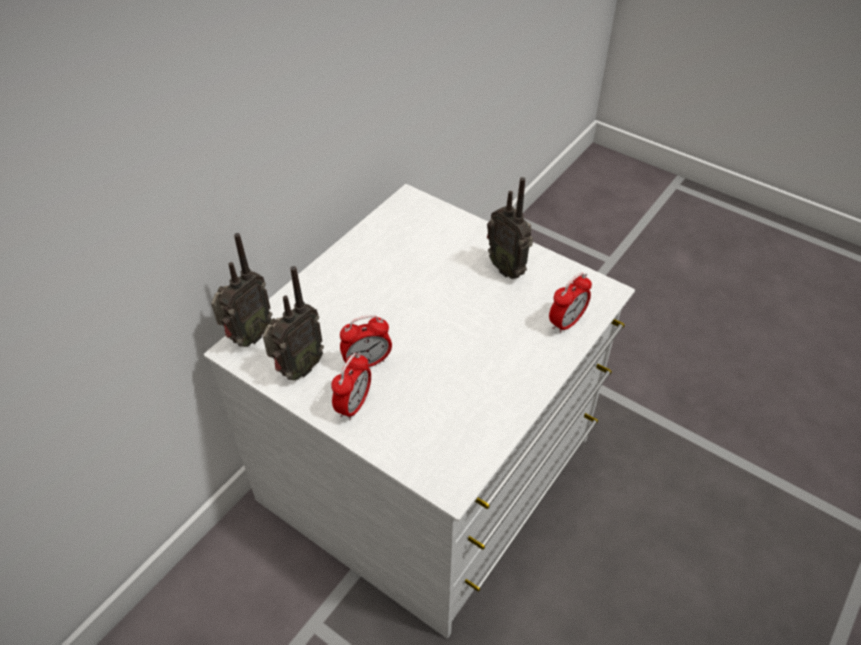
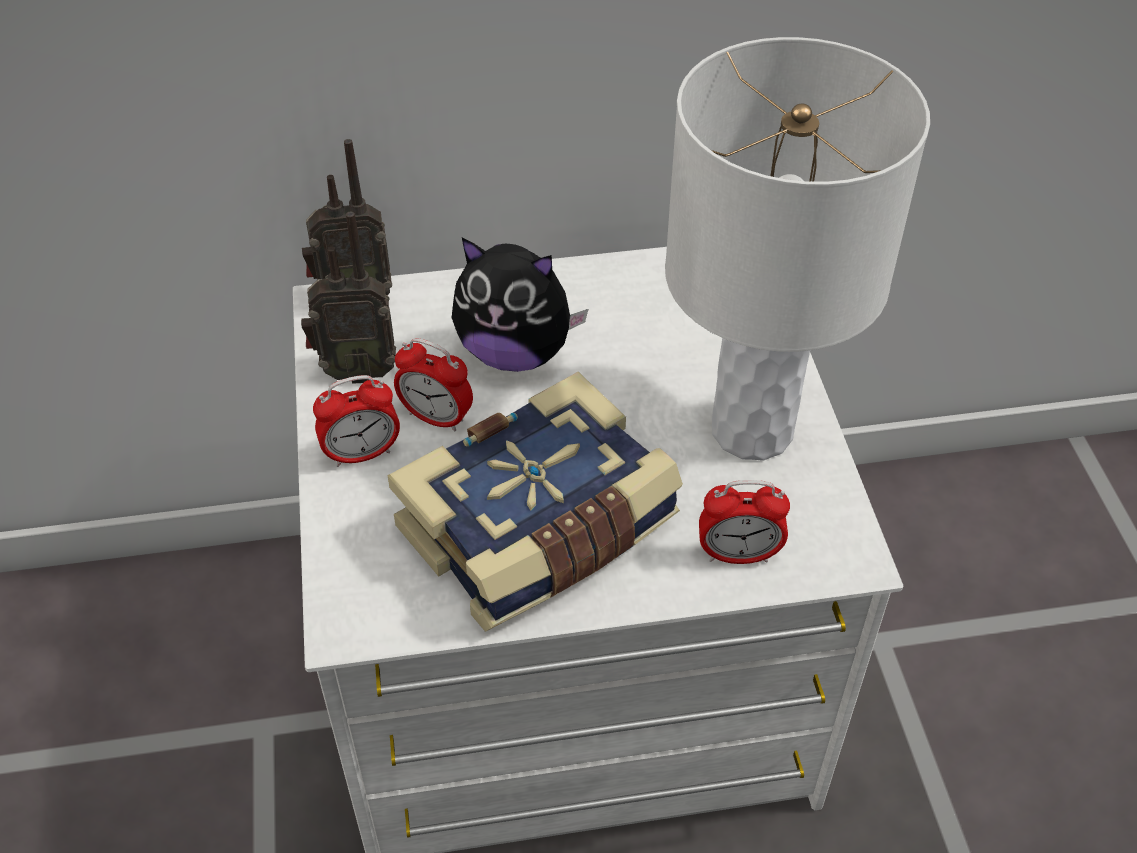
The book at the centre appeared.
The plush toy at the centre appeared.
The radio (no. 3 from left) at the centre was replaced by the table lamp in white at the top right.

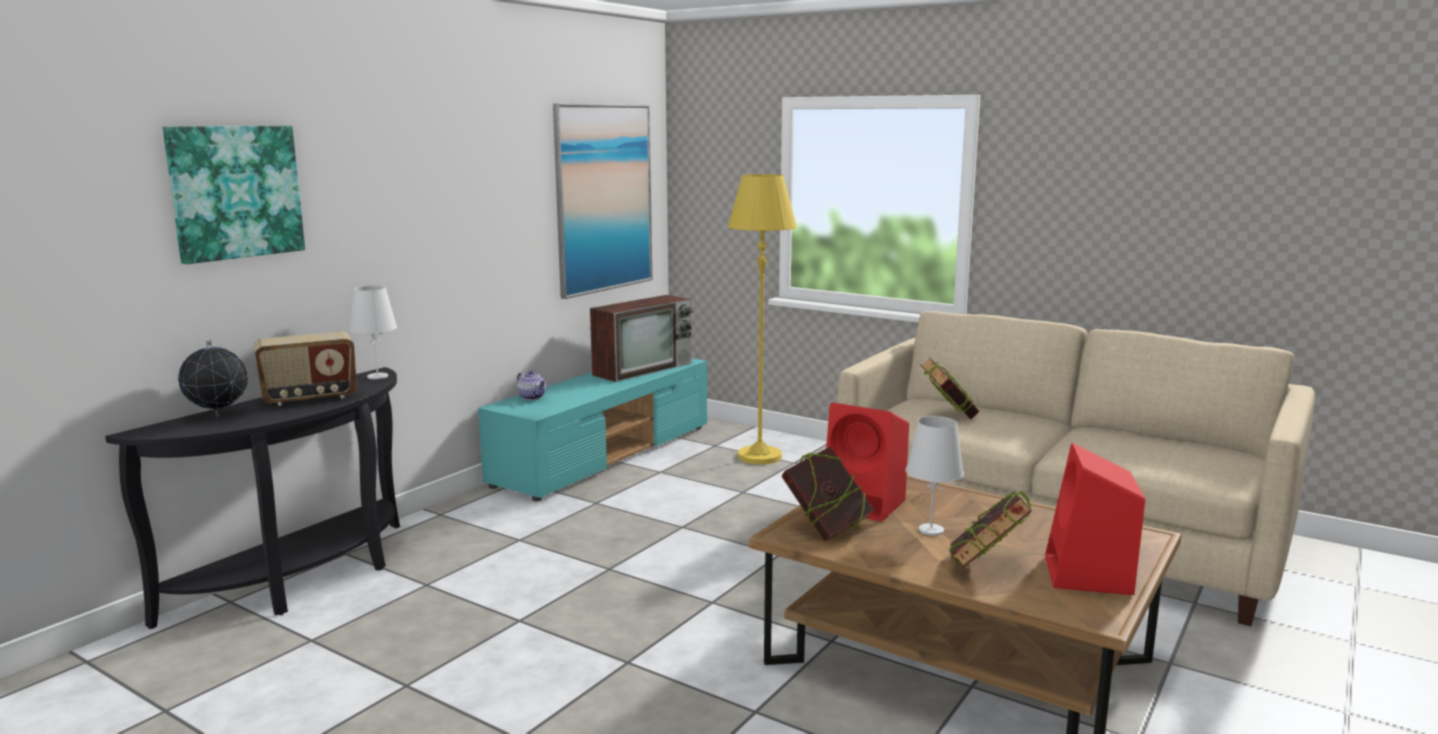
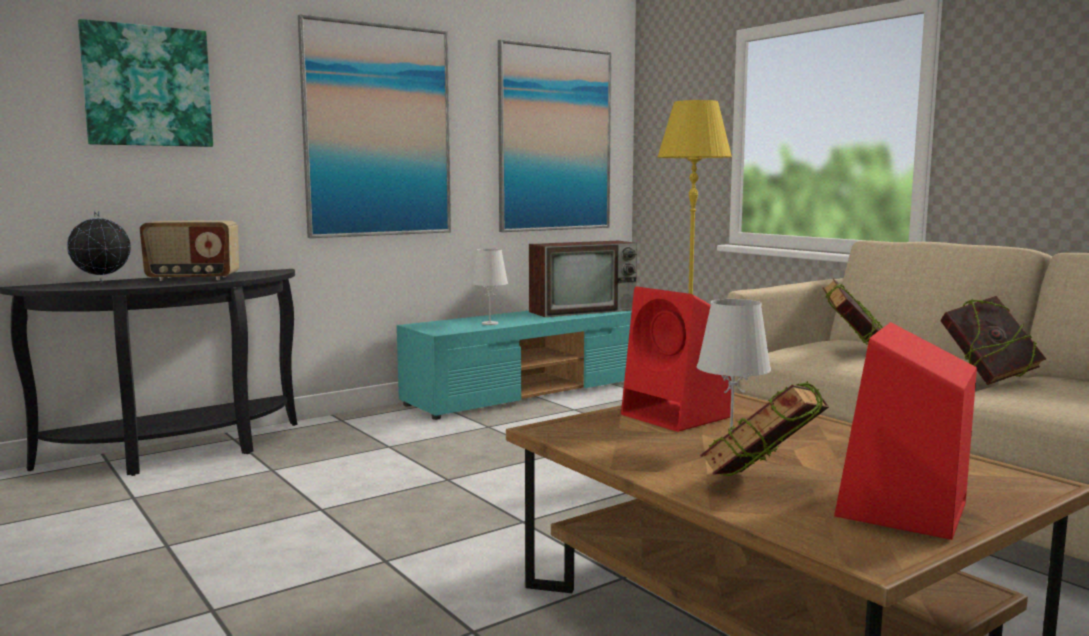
The teapot at the centre disappeared.
The picture (no. 2 from left) at the top centre appeared.
The table lamp in white (no. 1 from left) moved from the middle left to the centre.
The book (no. 1 from left in the first image) moved from the bottom centre to the middle right.

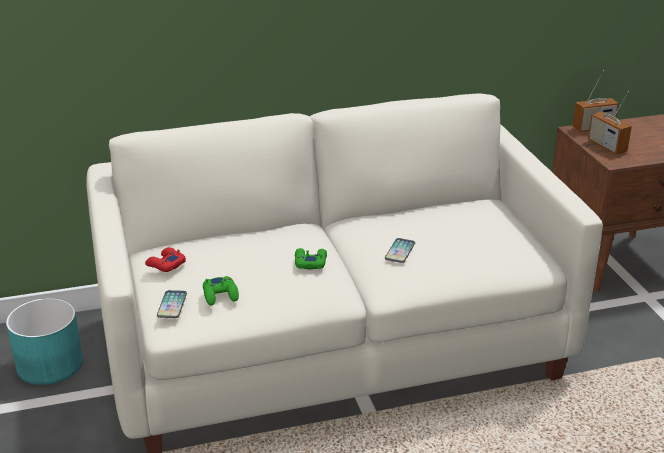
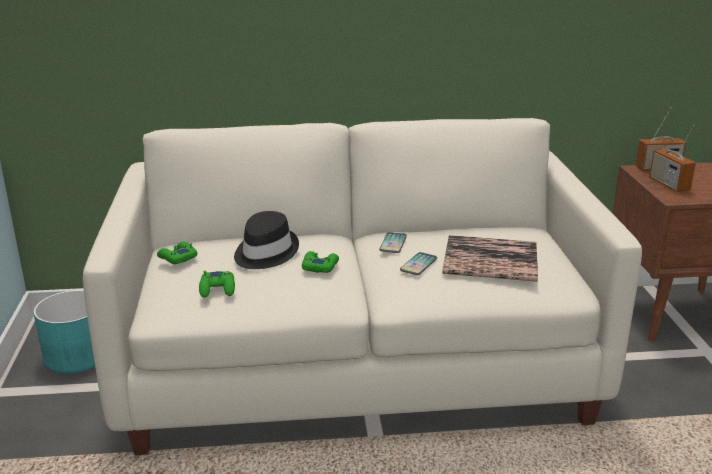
The hat in black at the centre appeared.
The book at the middle right appeared.
The phone (no. 1 from left) moved from the bottom left to the centre.
The game controller in red at the middle left became the game controller in green (no. 1 from left) at the middle left.

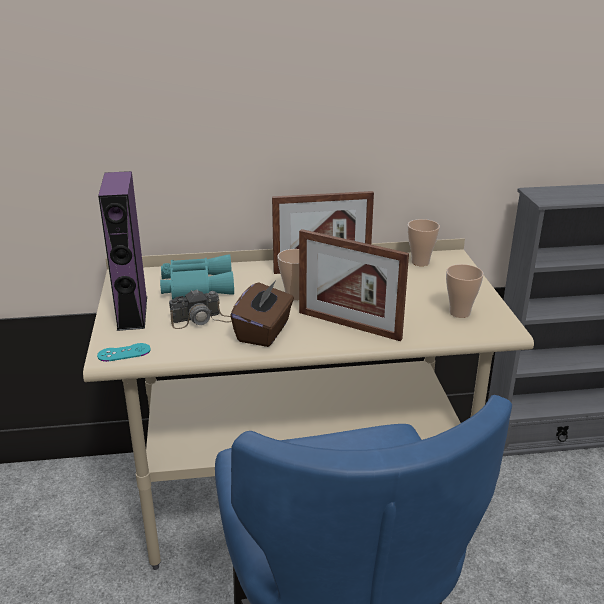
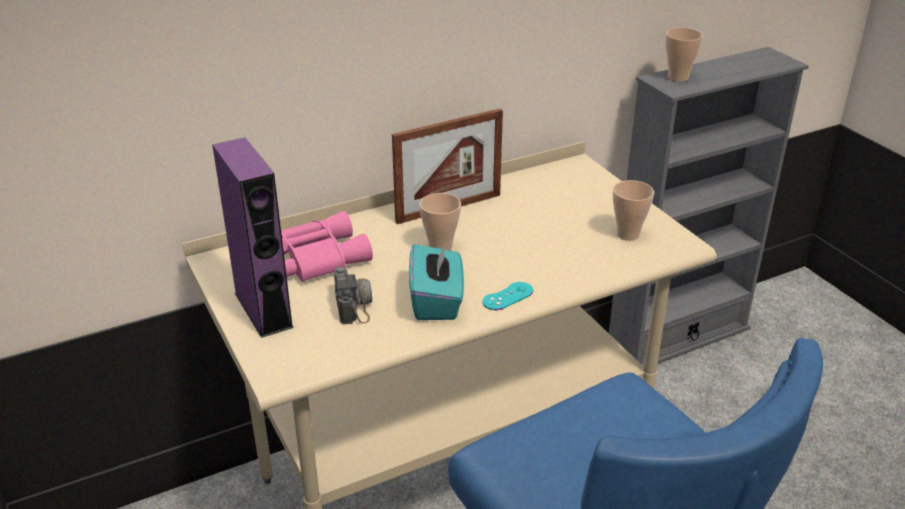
The picture frame (no. 2 from left) at the centre disappeared.
The game controller in turquoise moved from the middle left to the centre.
The cup (no. 2 from left in the first image) moved from the middle right to the top right.
The binoculars in turquoise at the middle left became the binoculars in pink at the centre.
The tissue box in brown at the centre became the tissue box in turquoise at the centre.
The photo camera at the middle left turned 60 degrees counterclockwise.

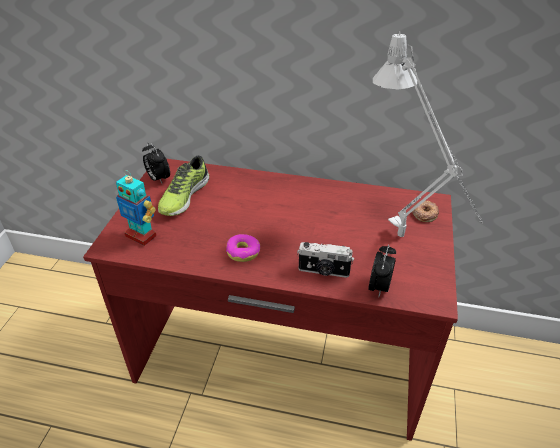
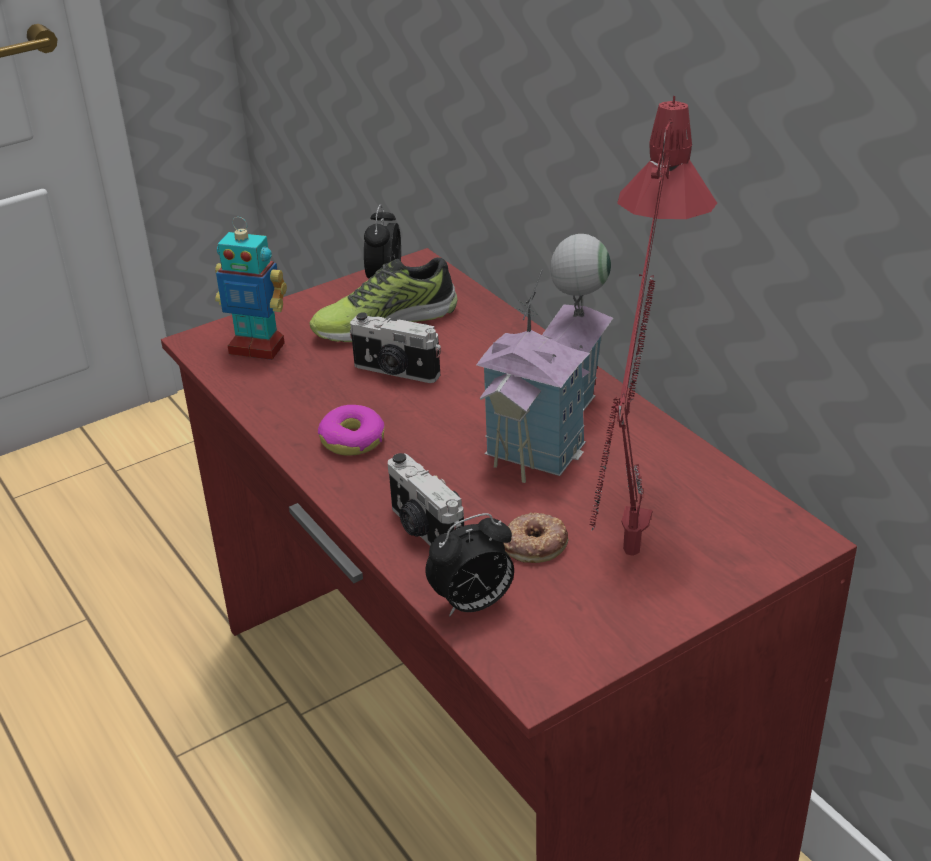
The photo camera (no. 1 from left) at the centre appeared.
The toy house at the centre appeared.
The donut (no. 2 from left) moved from the middle right to the centre.
The table lamp in grey at the top right became the table lamp in red at the middle right.
The toy robot at the middle left turned 60 degrees counterclockwise.

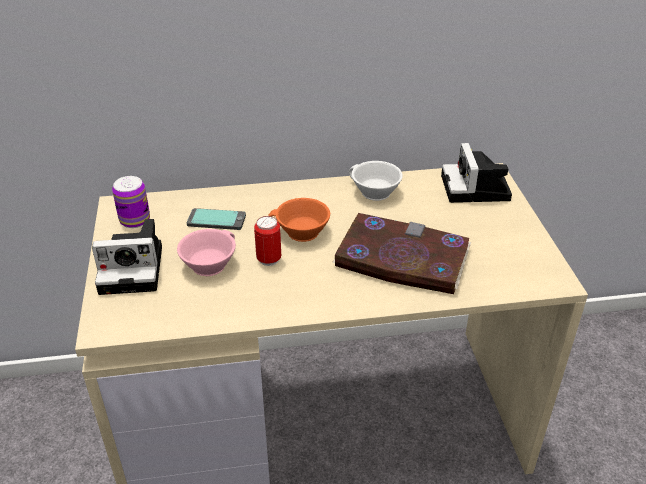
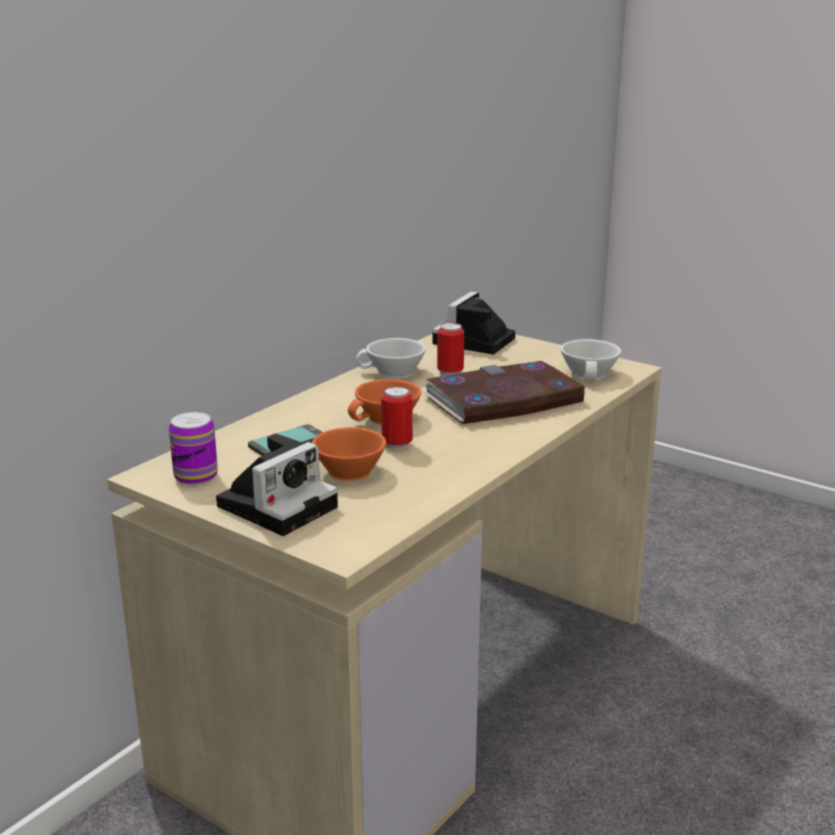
The can (no. 3 from left) at the centre appeared.
The cup in white (no. 2 from left) at the middle right appeared.
The cup in pink at the middle left became the cup in orange (no. 1 from left) at the centre.
The photo camera (no. 2 from left) at the middle right turned 75 degrees clockwise.

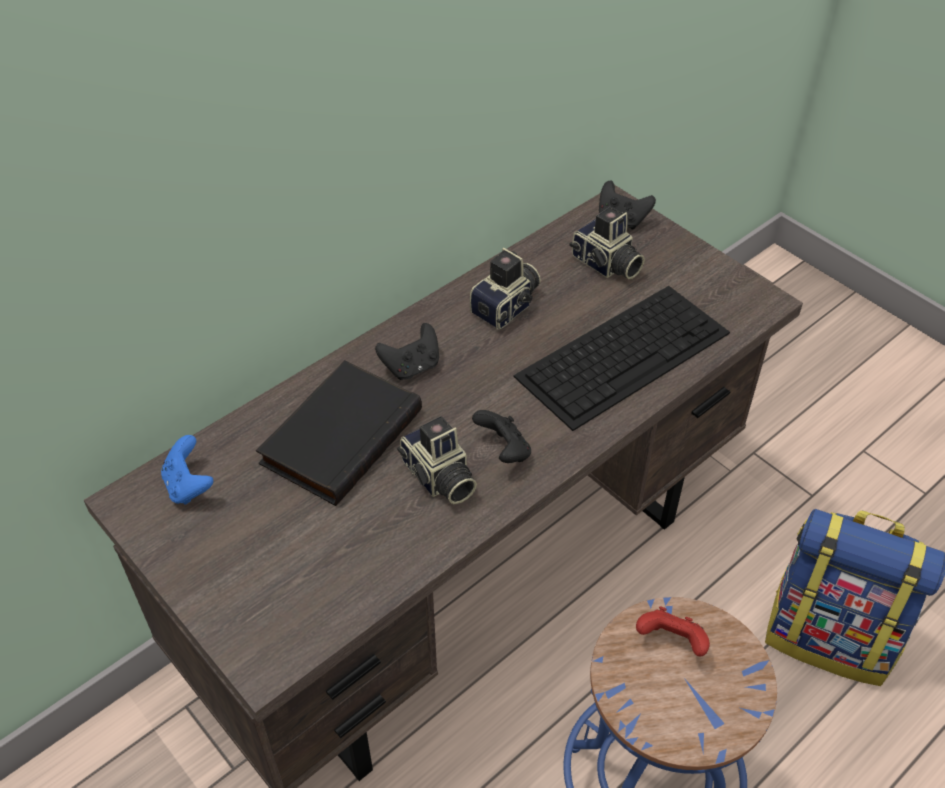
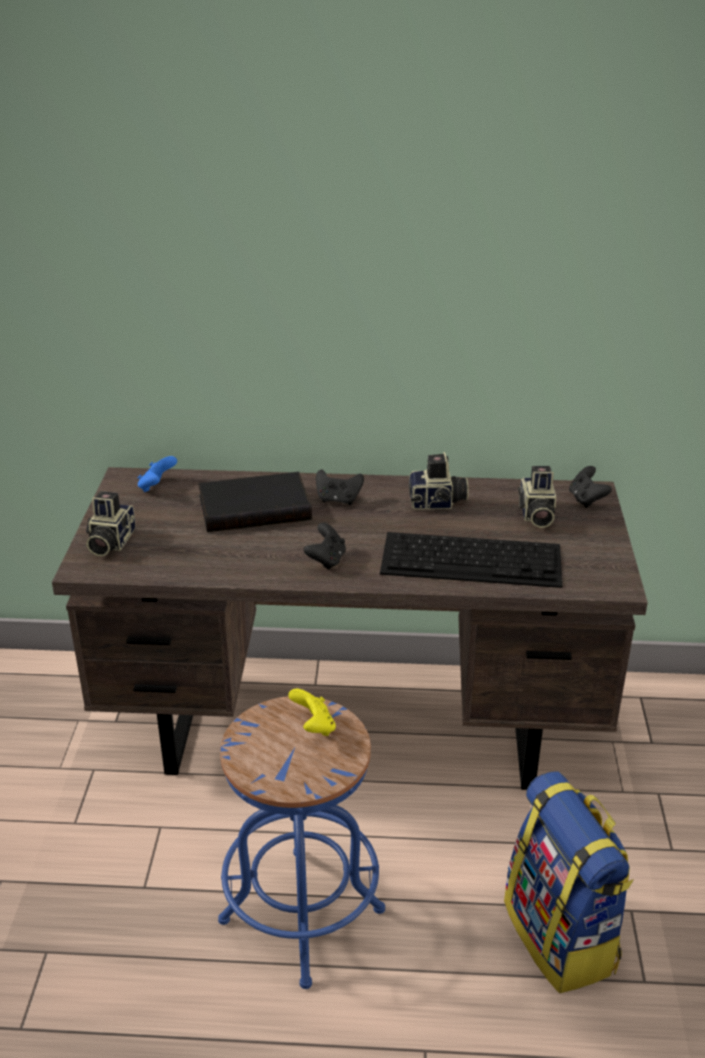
The photo camera (no. 1 from left) moved from the centre to the middle left.
The game controller in red at the bottom right became the game controller in yellow at the bottom centre.

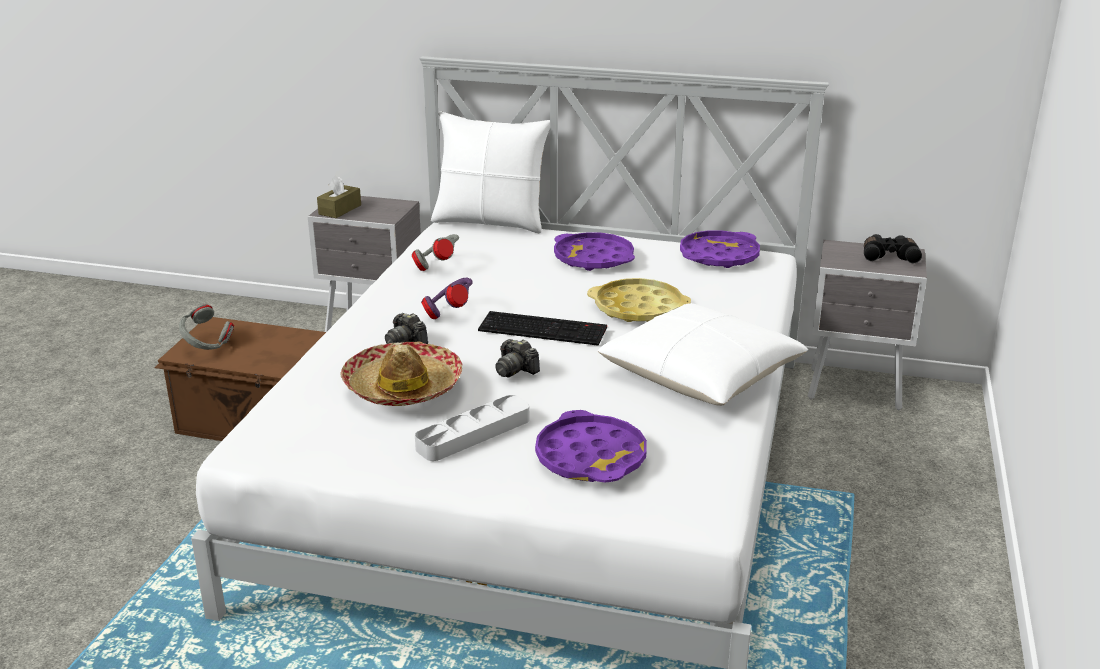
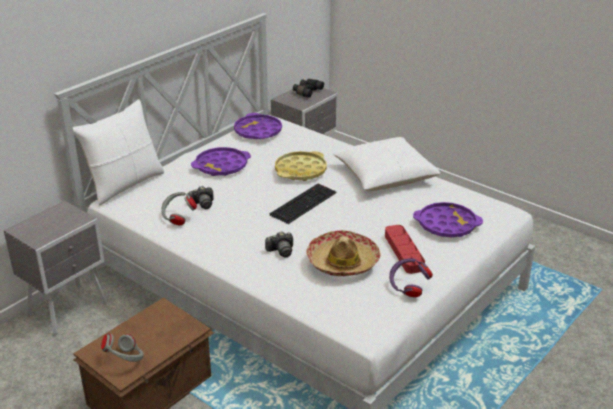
The tissue box in brown at the top left disappeared.
The headphones in purple moved from the centre to the bottom right.
The photo camera (no. 2 from left in the first image) moved from the centre to the middle left.
The tray in grey at the centre became the tray in red at the centre.

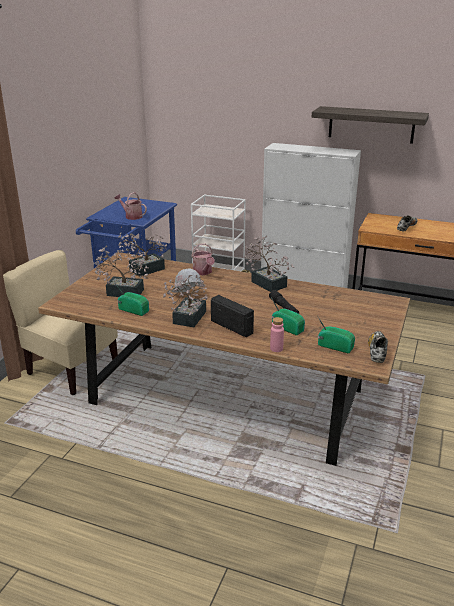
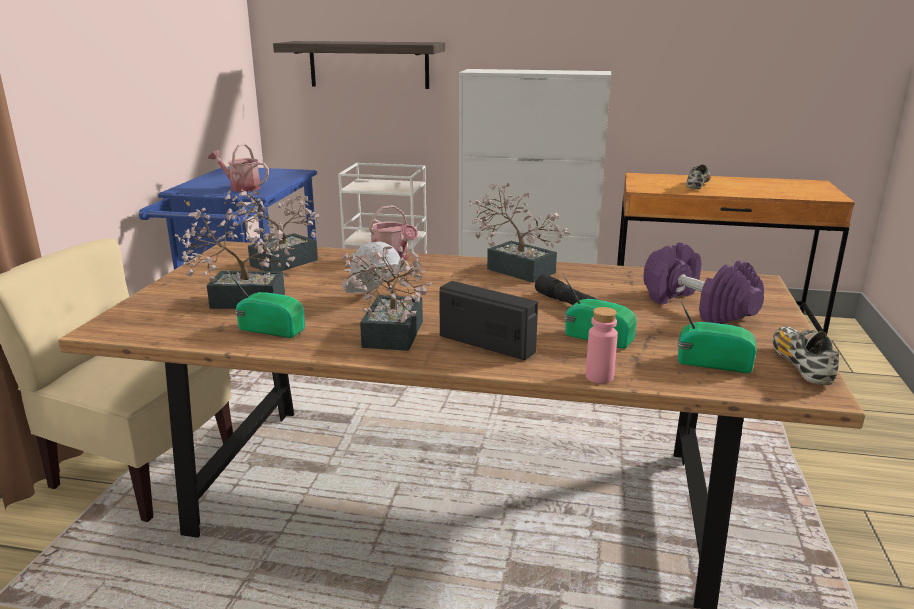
The dumbbell in purple at the middle right appeared.
The shelf moved from the top right to the top centre.

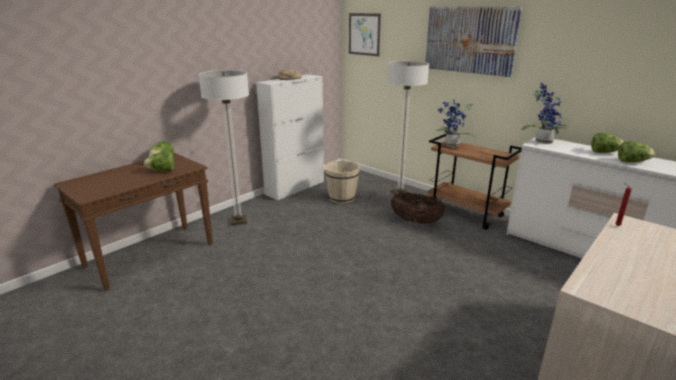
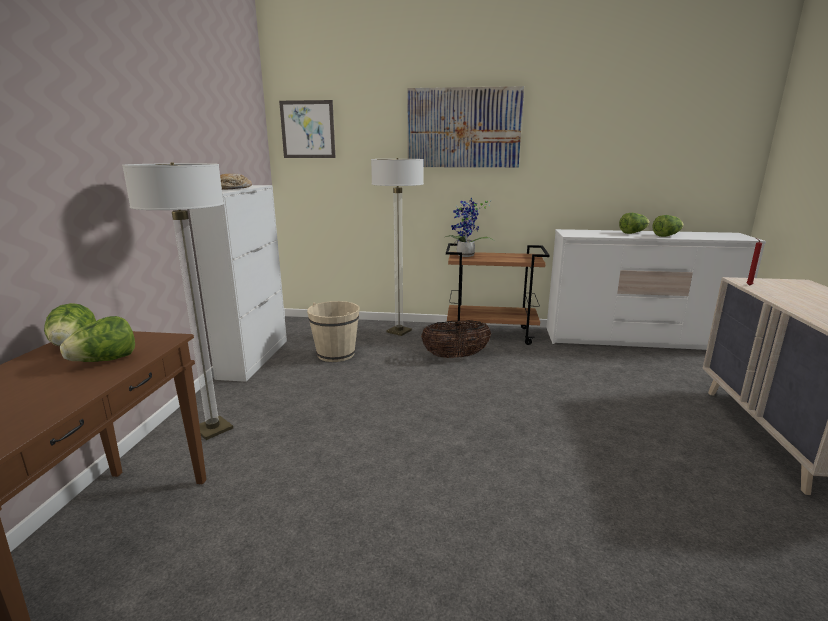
The potted plant (no. 2 from left) at the top right disappeared.

